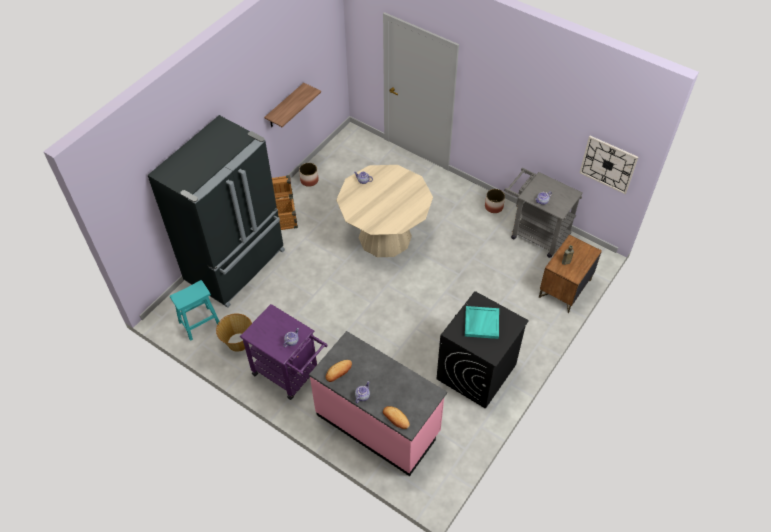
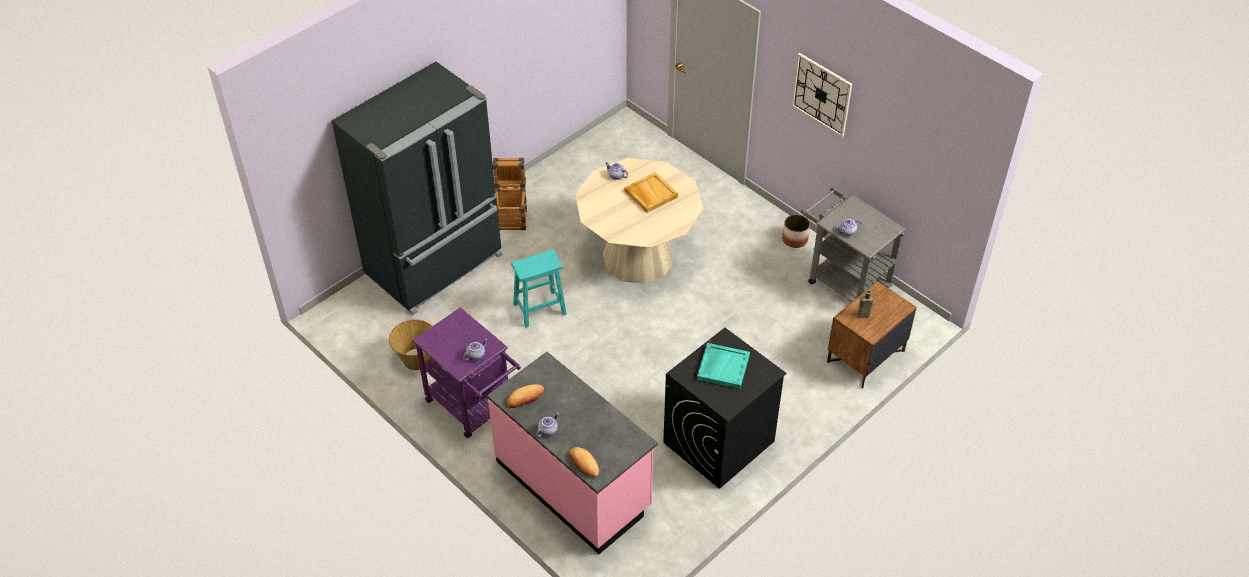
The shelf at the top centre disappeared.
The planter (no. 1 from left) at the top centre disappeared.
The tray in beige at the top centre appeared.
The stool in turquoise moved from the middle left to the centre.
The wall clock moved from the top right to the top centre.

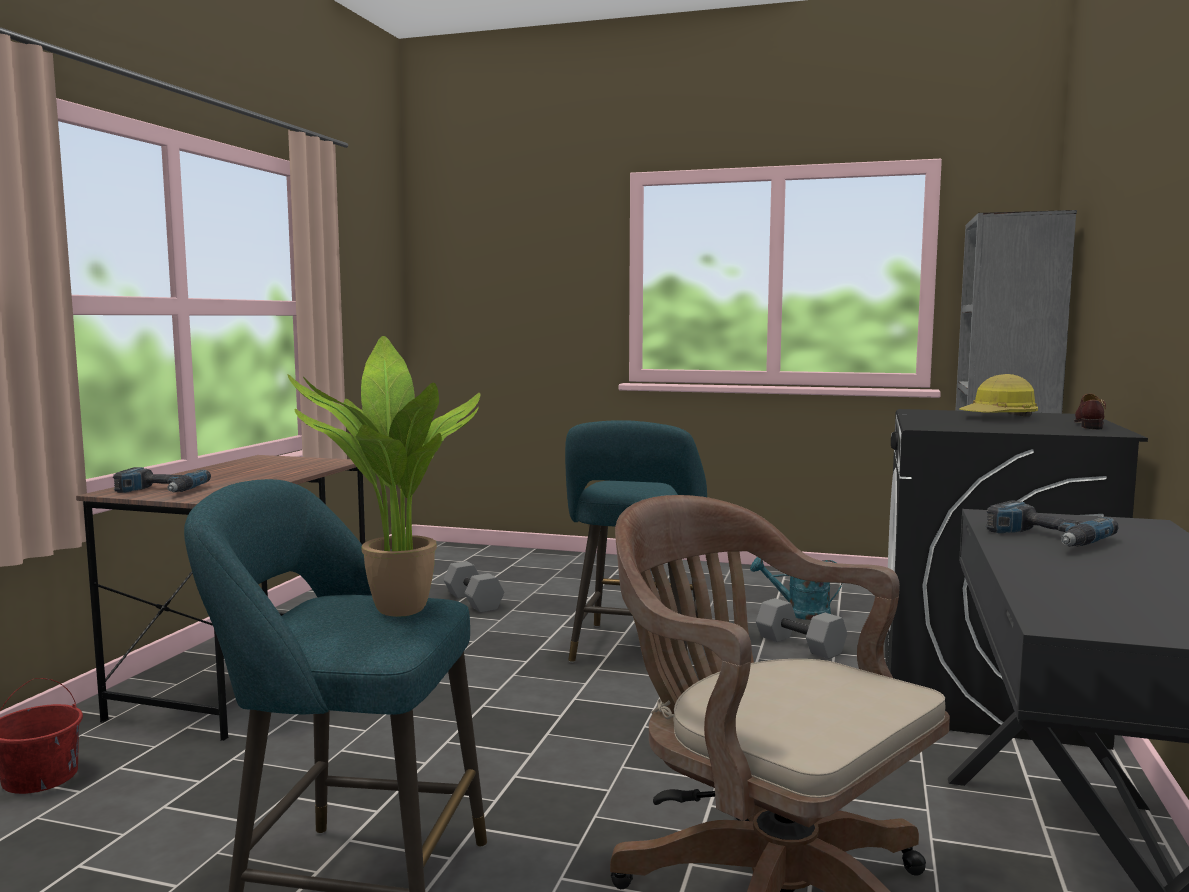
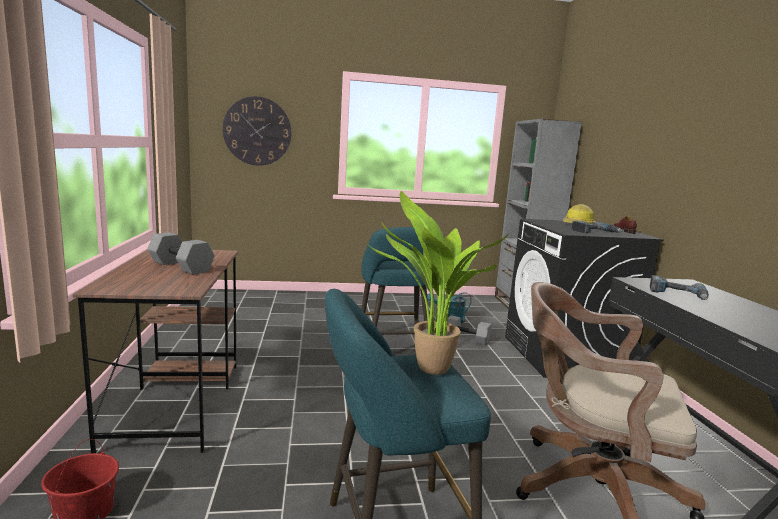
The wall clock at the top left appeared.
The power drill (no. 1 from left) moved from the middle left to the middle right.
The dumbbell in grey (no. 1 from left) moved from the centre to the middle left.

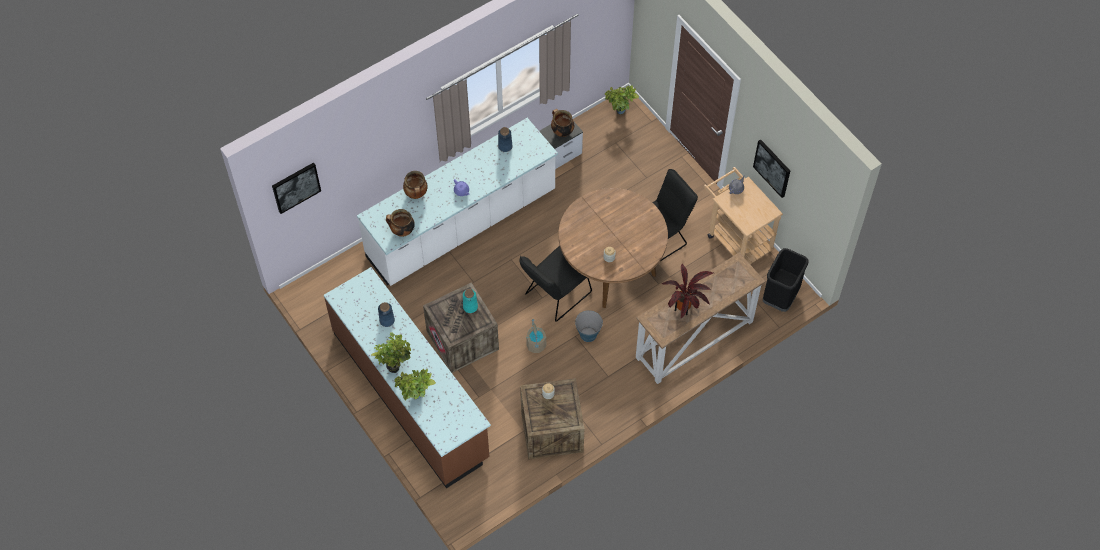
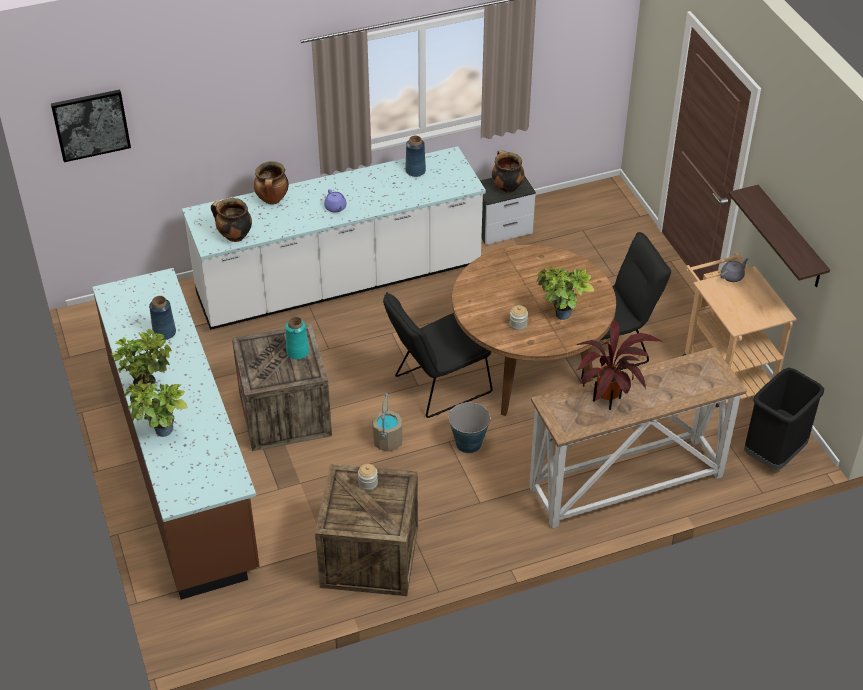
The potted plant (no. 3 from left) moved from the top centre to the centre.
The picture (no. 2 from left) at the top right was replaced by the shelf at the middle right.

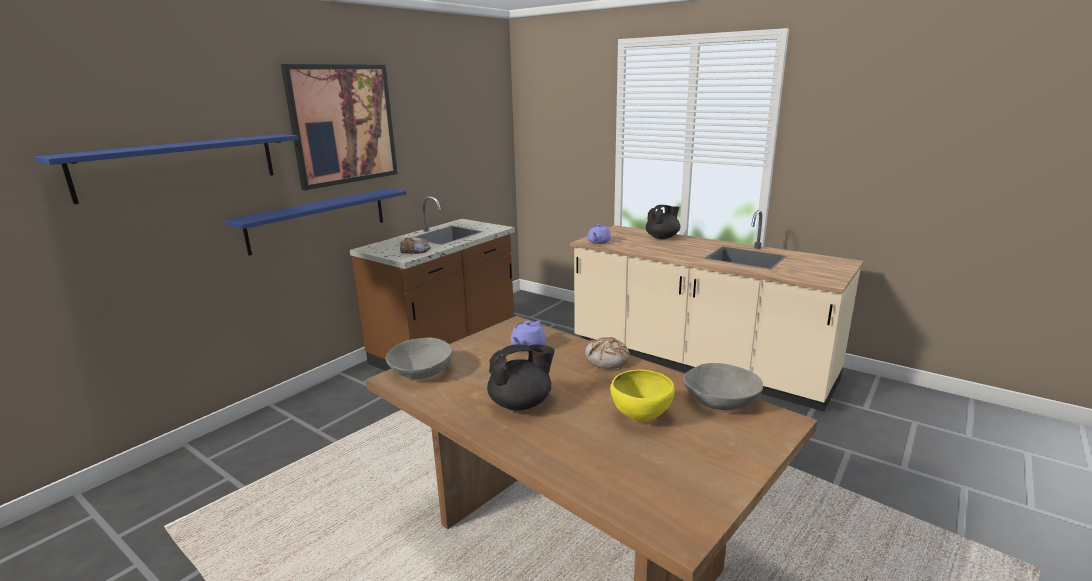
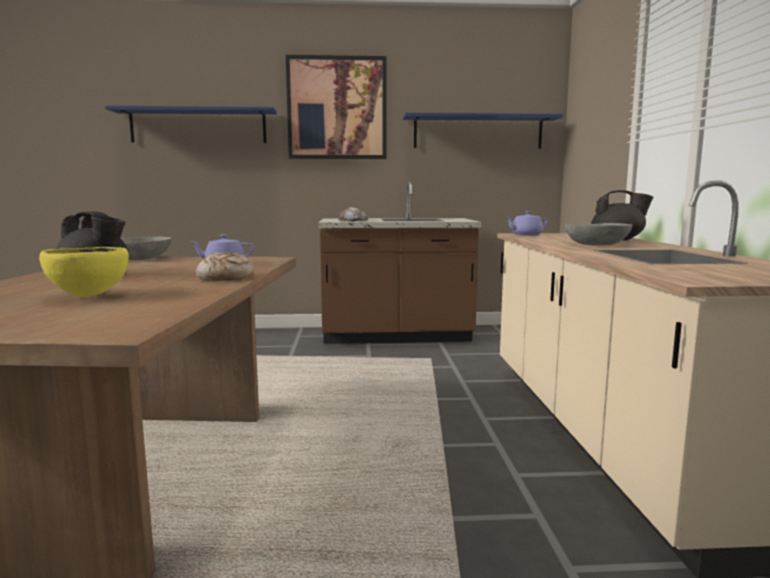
The shelf in blue (no. 2 from left) moved from the middle left to the top centre.
The bowl in grey (no. 2 from left) moved from the centre to the middle right.

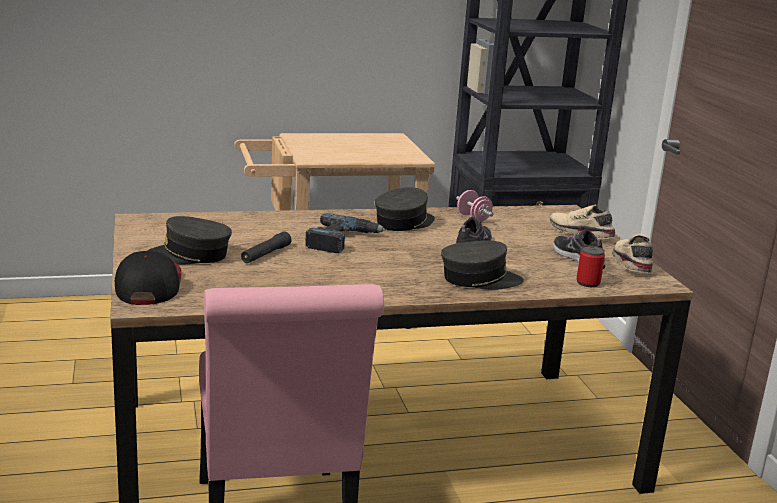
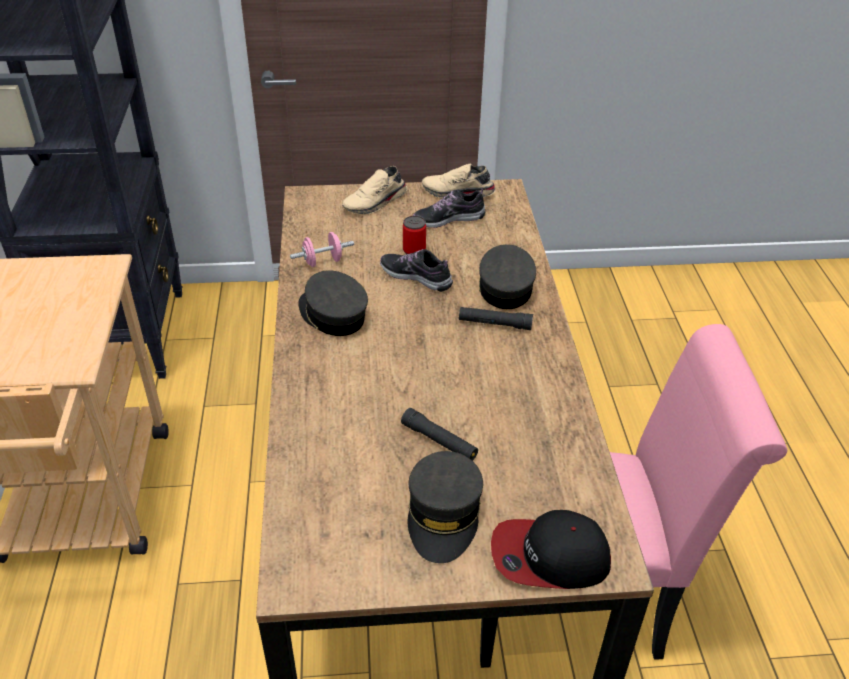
The power drill at the centre disappeared.
The flashlight in black (no. 2 from left) at the centre appeared.
The can moved from the middle right to the centre.

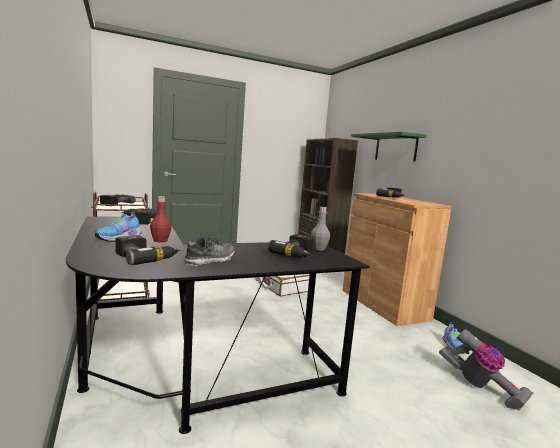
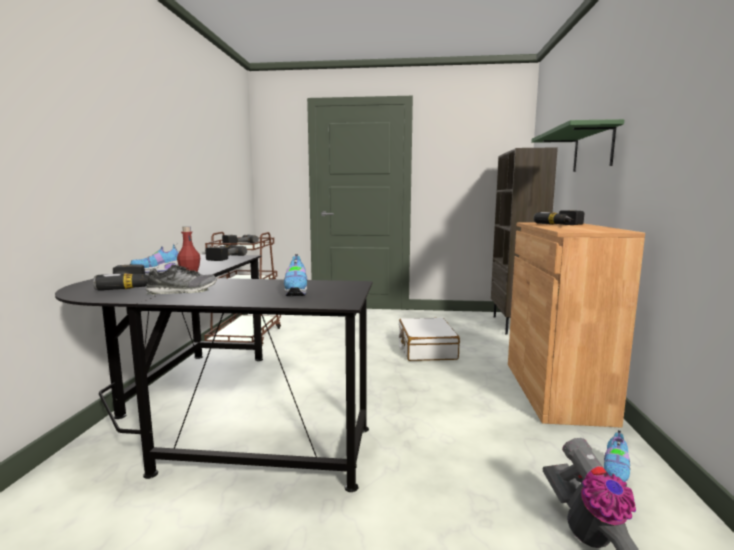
The bottle in grey at the centre disappeared.
The power drill (no. 4 from left) at the centre was replaced by the shoe (no. 3 from left) at the centre.

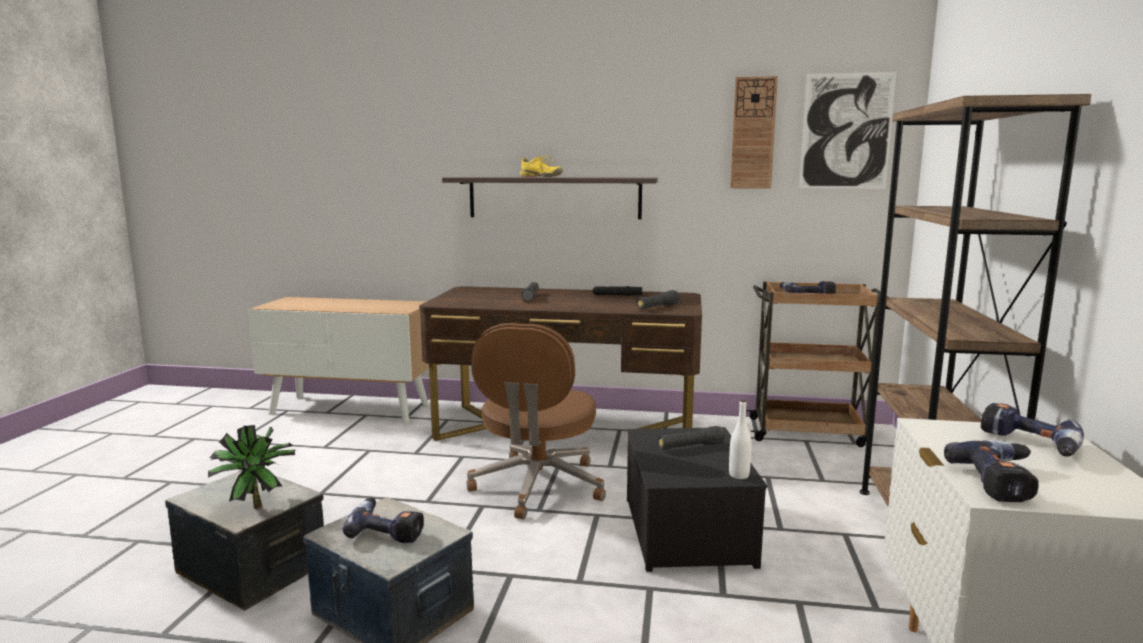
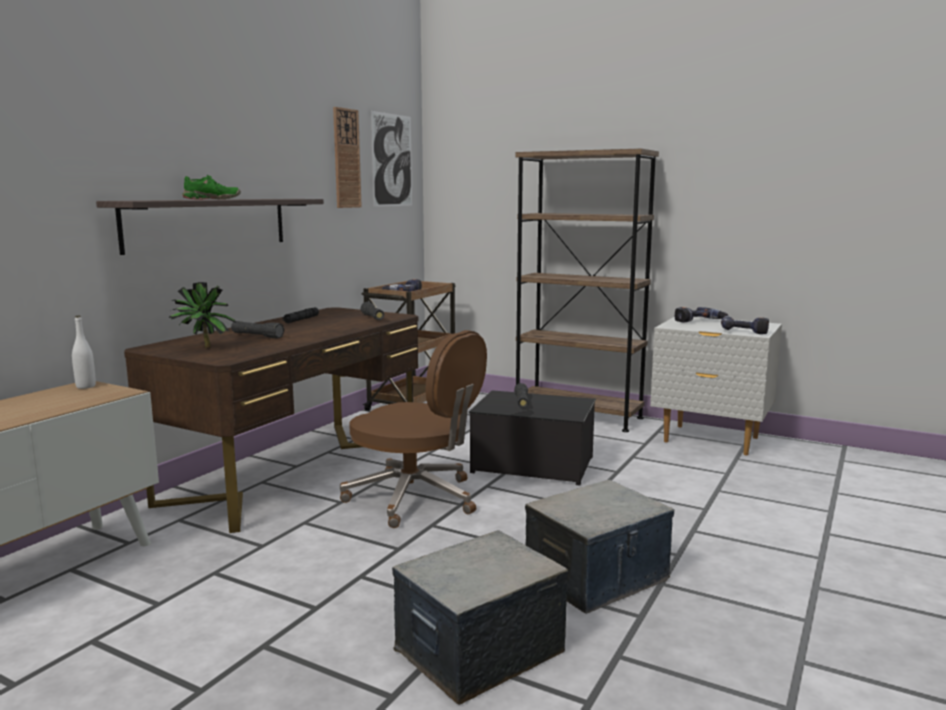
The power drill (no. 1 from left) at the bottom centre disappeared.
The potted plant moved from the bottom left to the middle left.
The bottle in white moved from the bottom centre to the middle left.
The shoe in yellow at the top centre became the shoe in green at the top left.

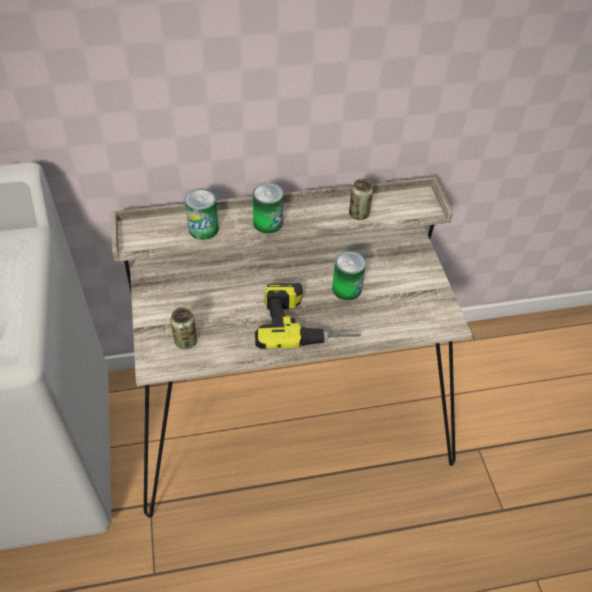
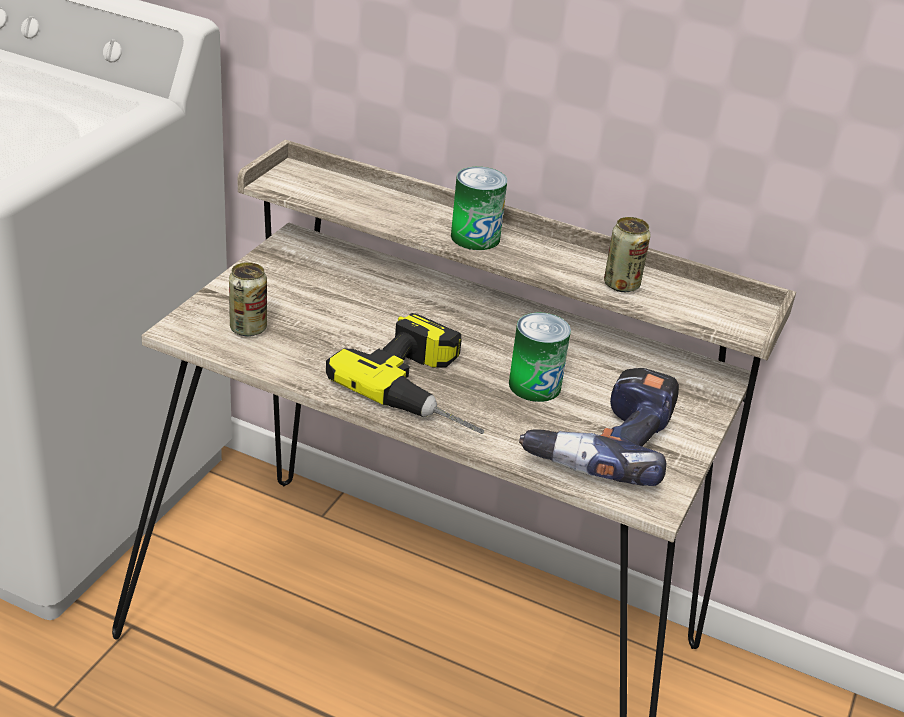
The can (no. 2 from left) at the centre disappeared.
The power drill (no. 2 from left) at the centre appeared.

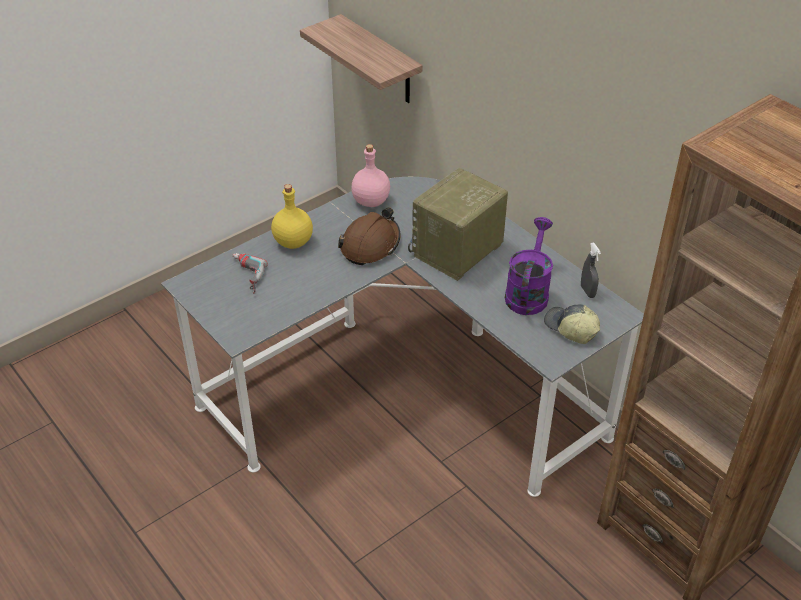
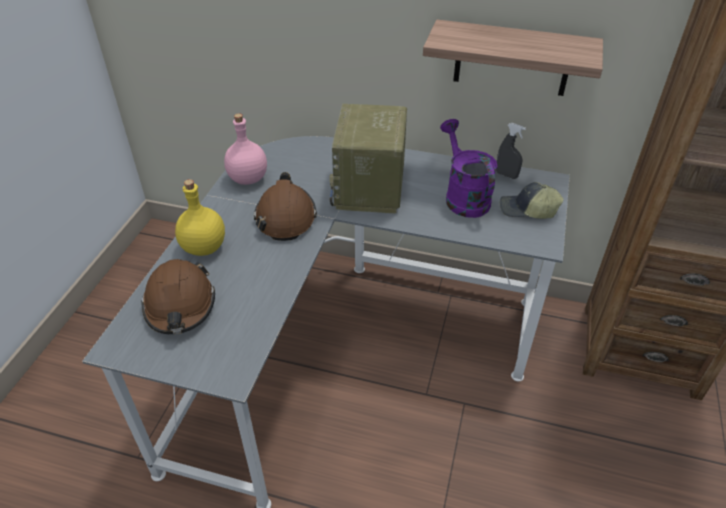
The shelf moved from the top centre to the top right.
The power drill at the middle left was replaced by the hard hat in brown (no. 1 from left) at the middle left.

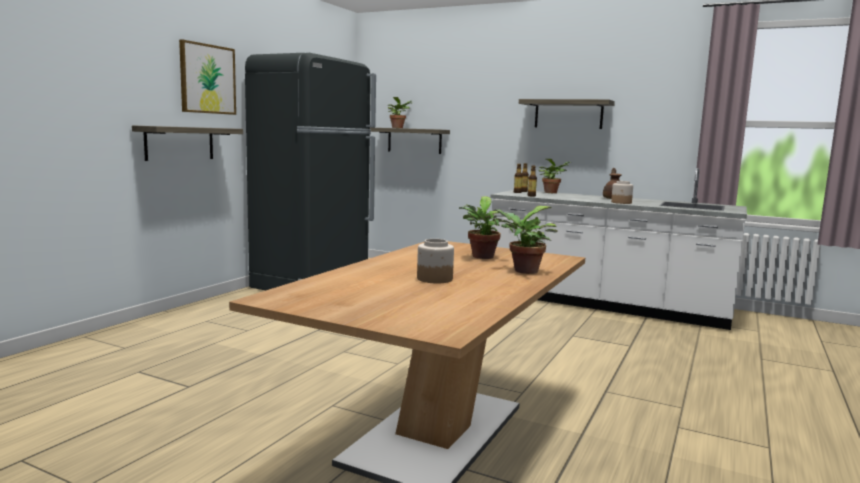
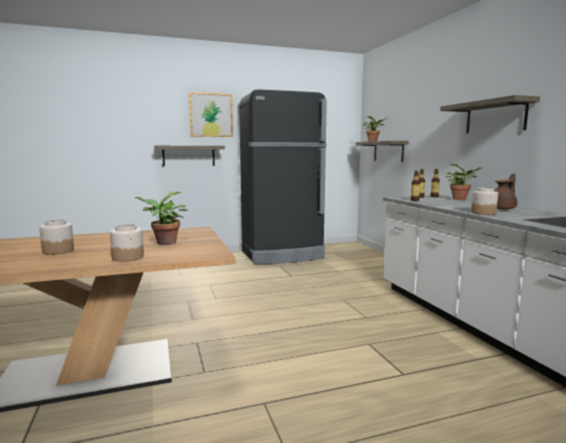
The potted plant (no. 3 from left) at the centre was replaced by the jar (no. 2 from left) at the middle left.

